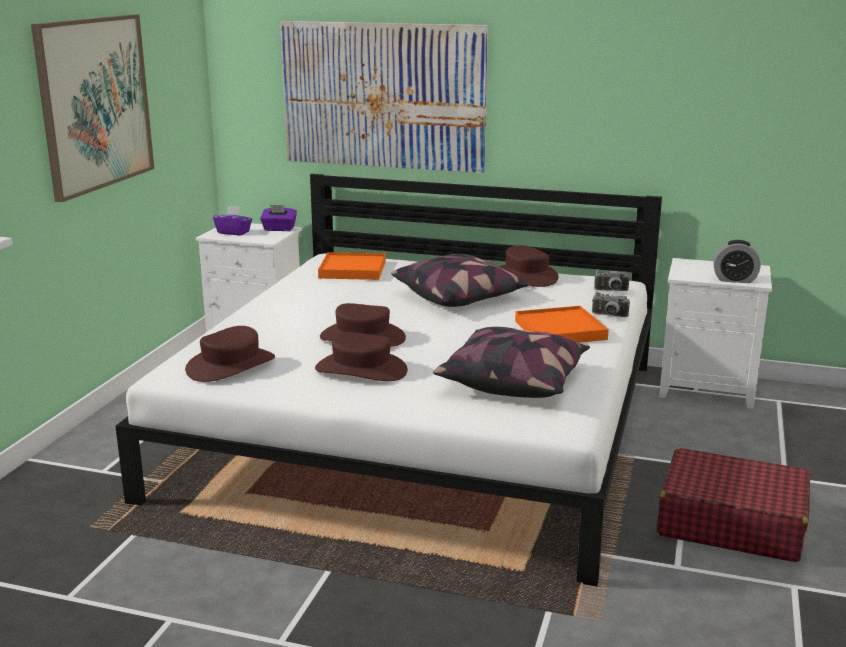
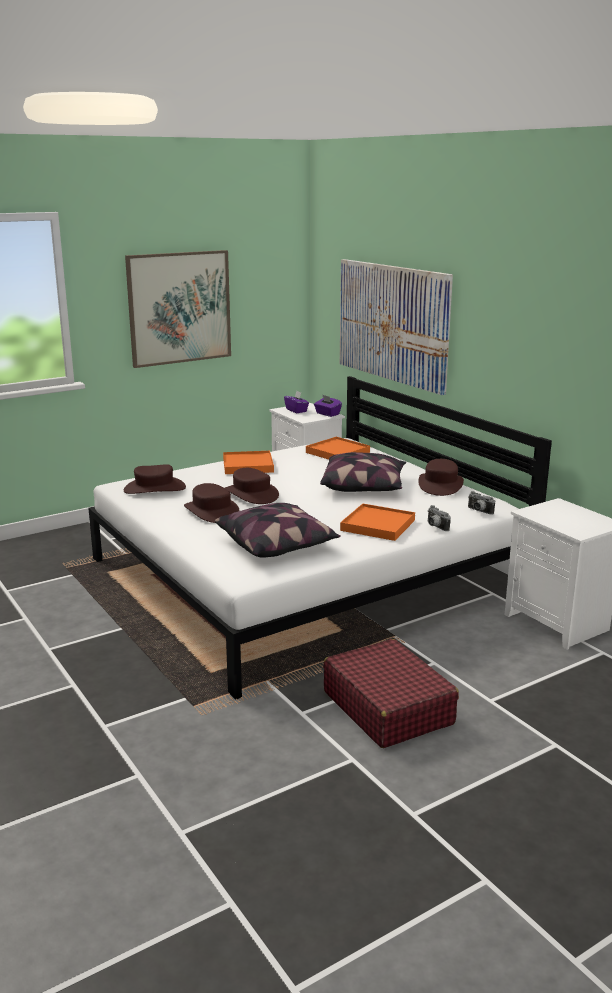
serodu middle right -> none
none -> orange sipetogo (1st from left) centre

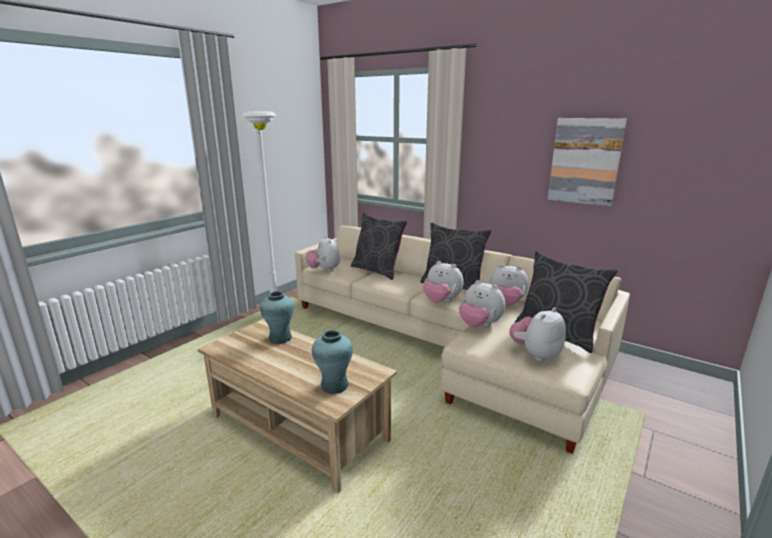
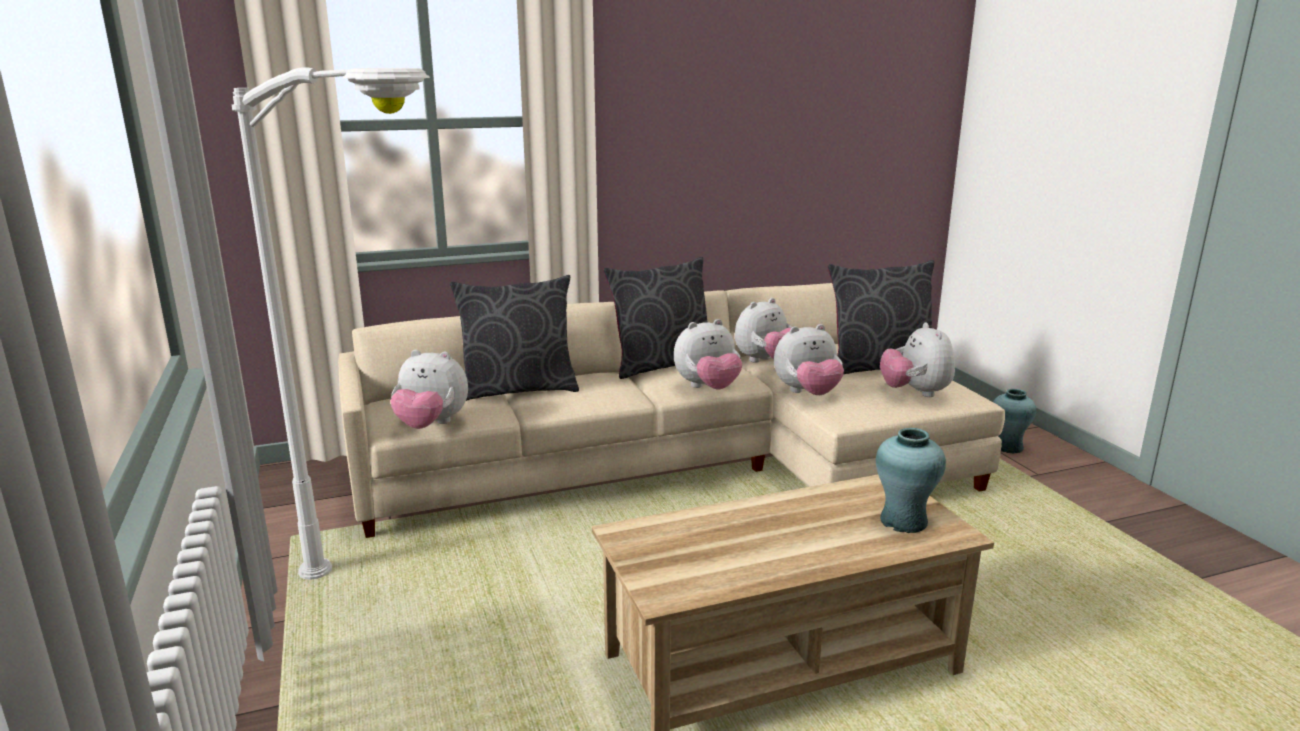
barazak top right -> none
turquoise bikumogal (1st from left in the first image) centre -> turquoise bikumogal (2nd from left) middle right, moved

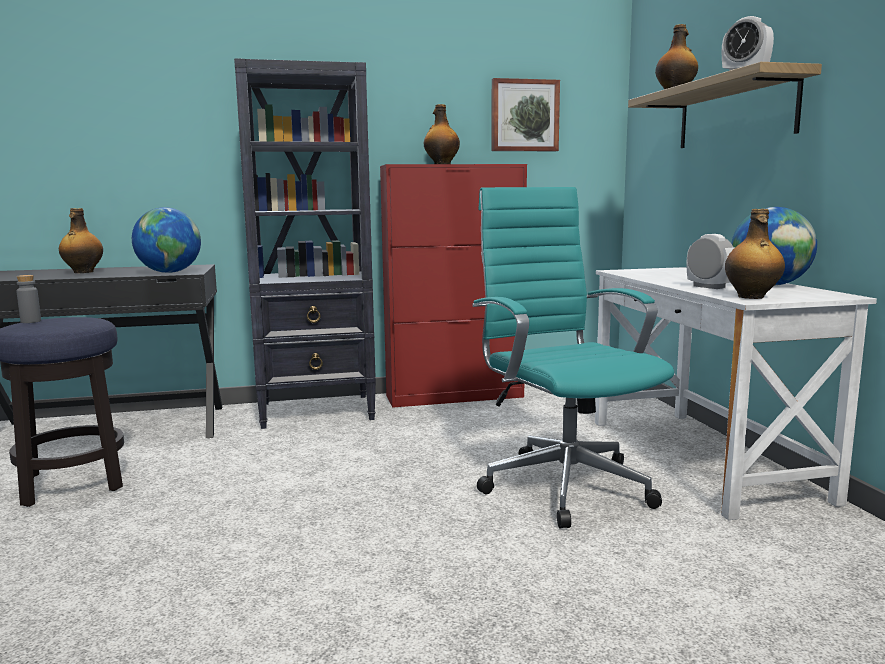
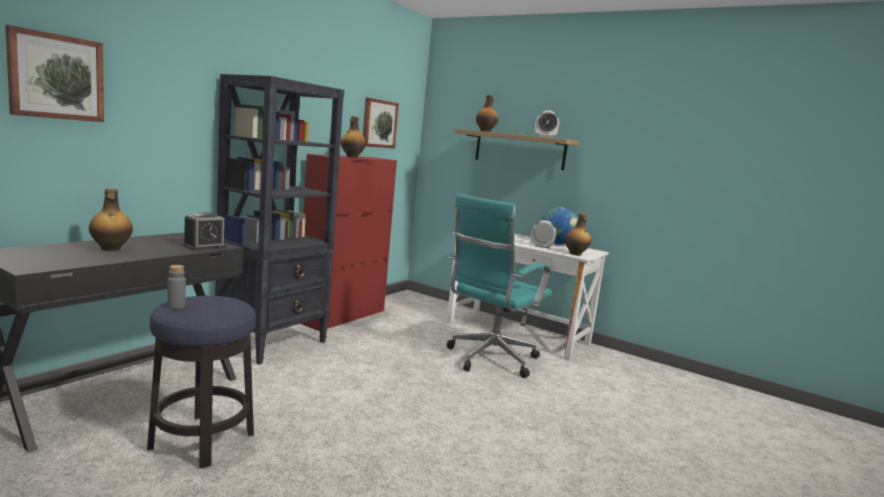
none -> barazak (1st from left) top left
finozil (1st from left) middle left -> serodu (1st from left) middle left
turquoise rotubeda centre, 75 degrees counterclockwise

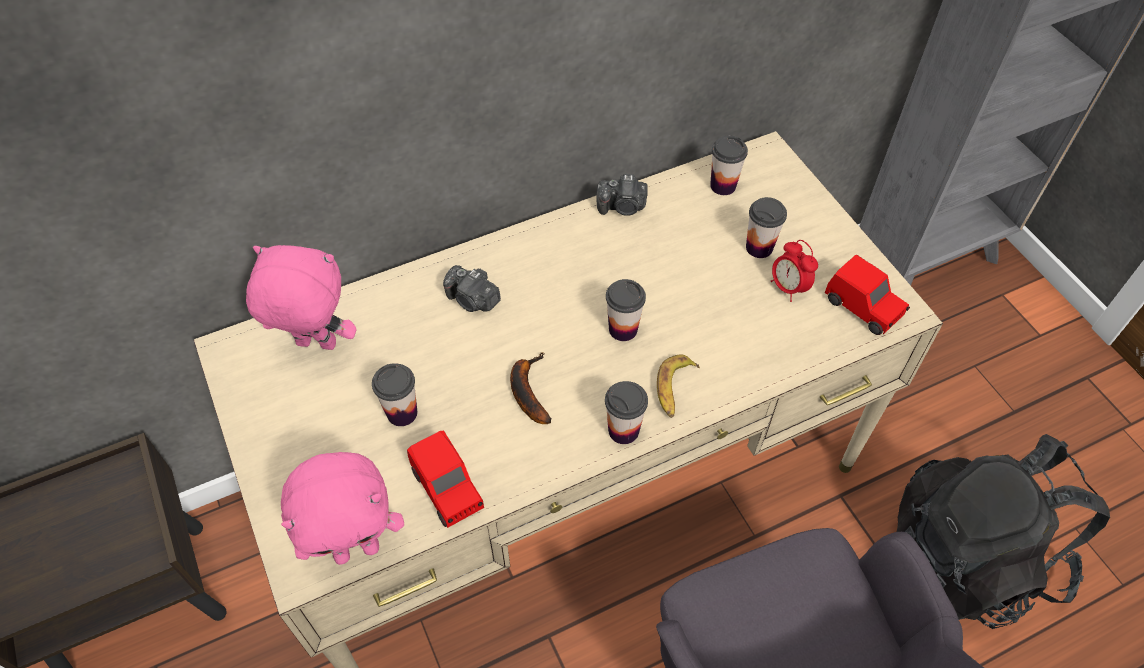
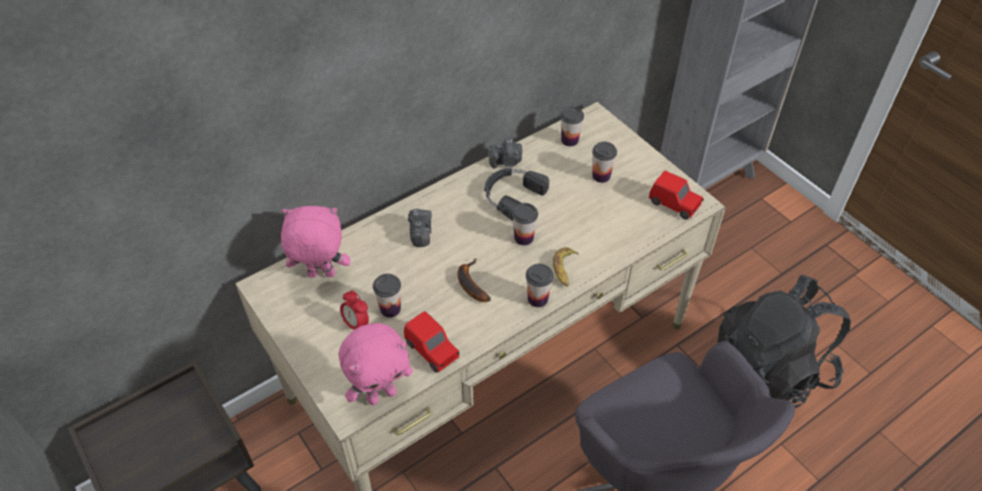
none -> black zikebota centre
serodu middle right -> serodu centre, moved
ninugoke (1st from left) centre, 120 degrees counterclockwise

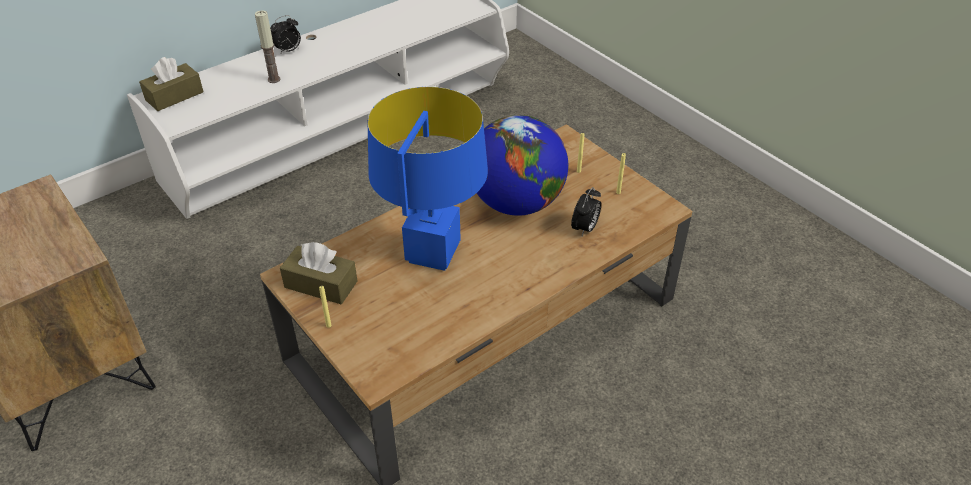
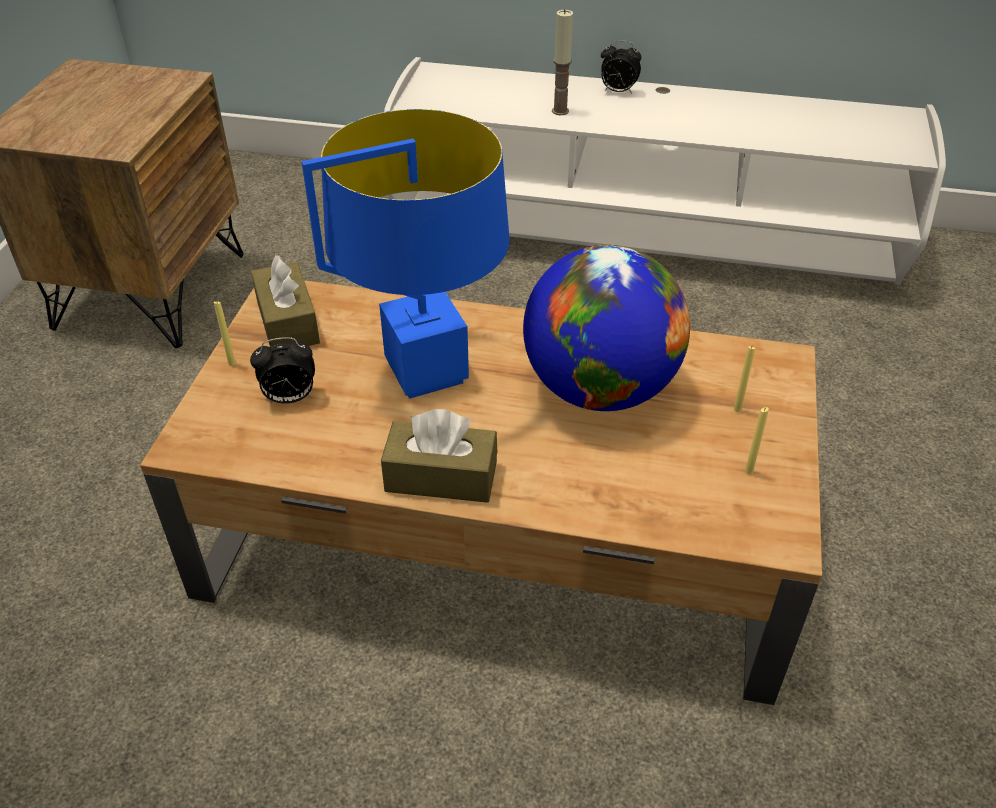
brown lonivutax (1st from left in the first image) top left -> brown lonivutax (2nd from left) centre, moved
serodu (2nd from left in the first image) centre -> serodu (1st from left) middle left, moved

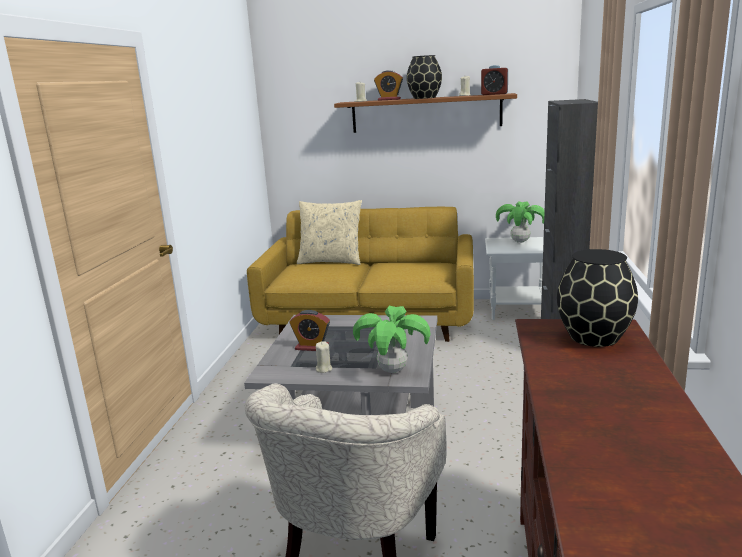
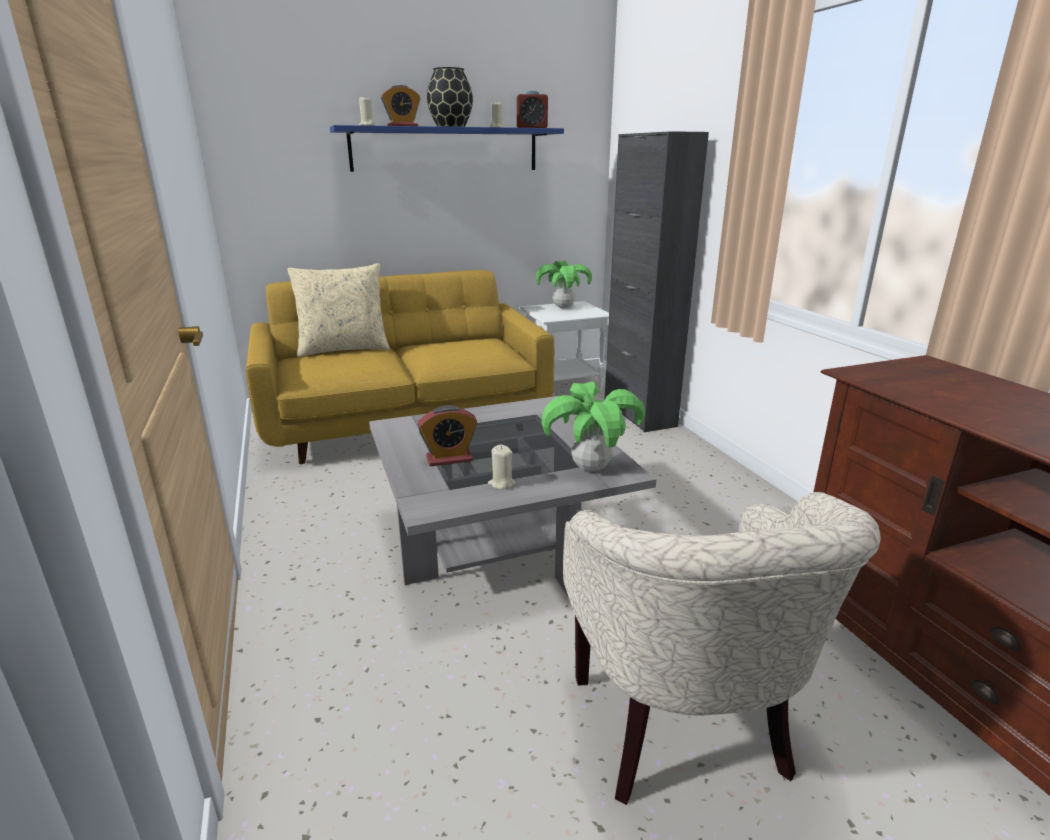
black bikumogal (2nd from left) middle right -> none
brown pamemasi top centre -> blue pamemasi top centre

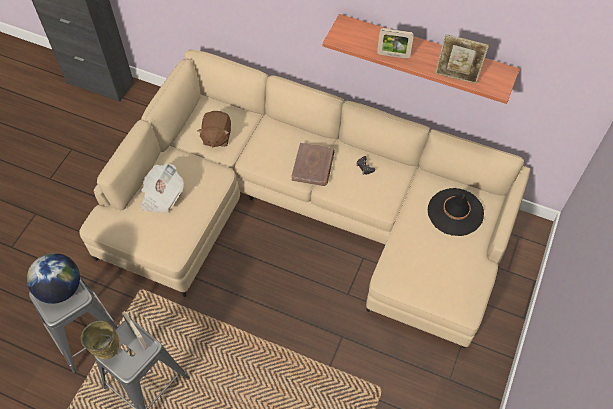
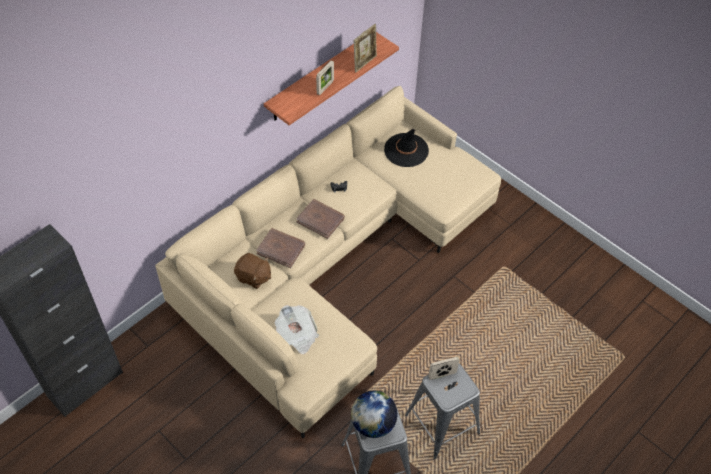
beige bikumogal bottom left -> none
none -> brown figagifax (1st from left) centre

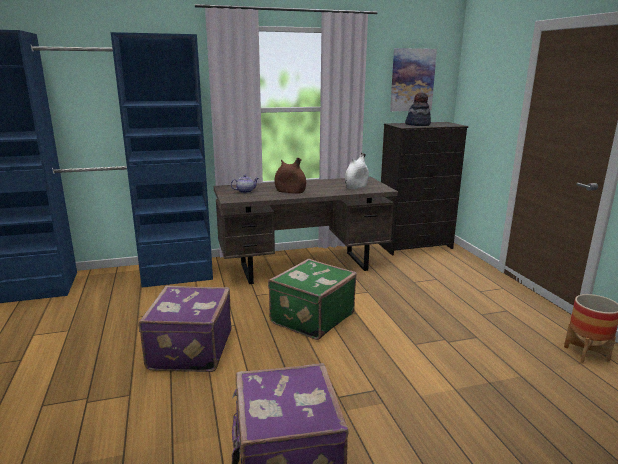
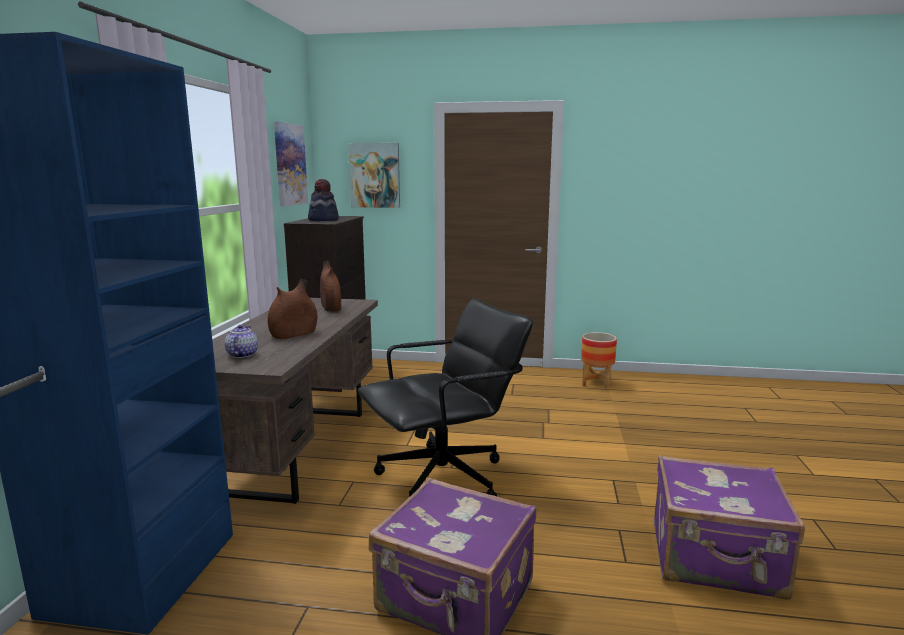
none -> barazak (2nd from left) top centre
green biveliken centre -> black rotubeda centre
white bikumogal centre -> brown bikumogal (2nd from left) centre

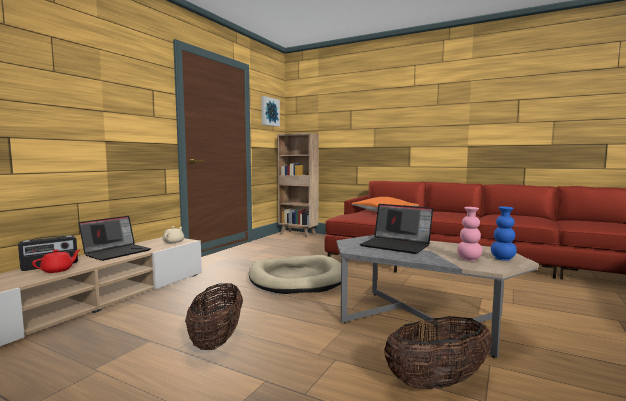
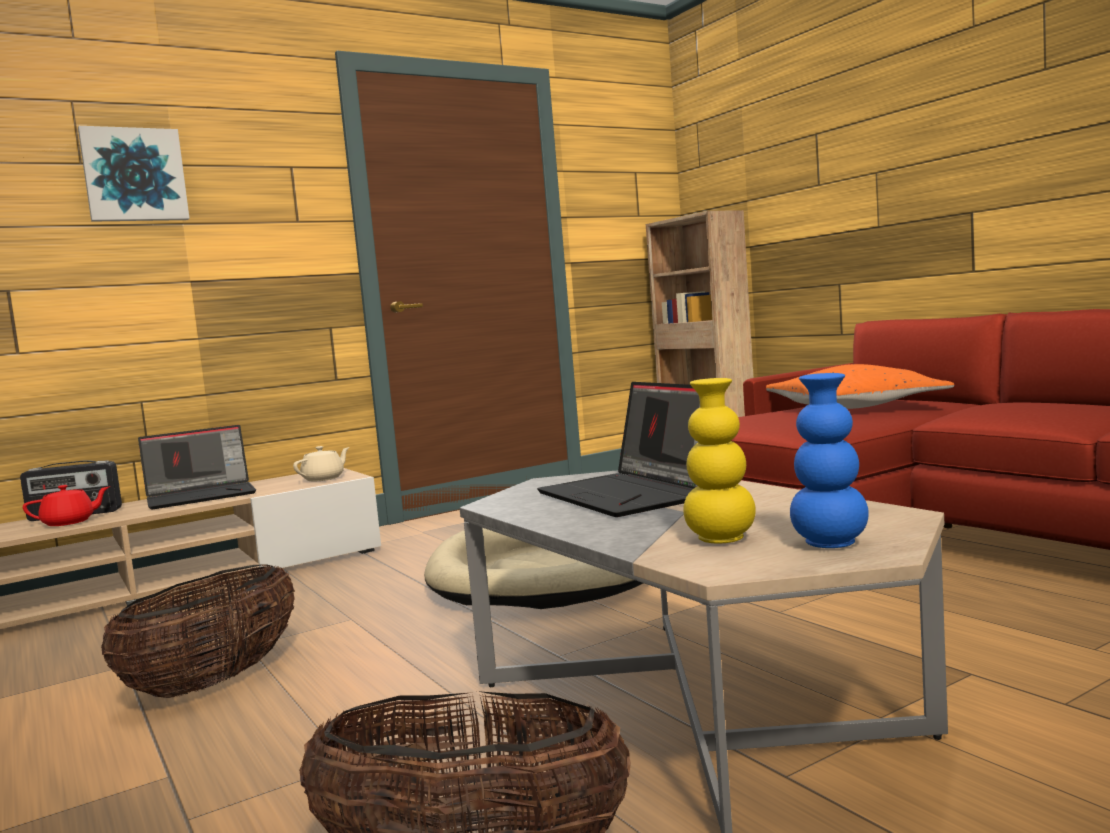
barazak top centre -> barazak top left, moved
pink bikumogal middle right -> yellow bikumogal centre

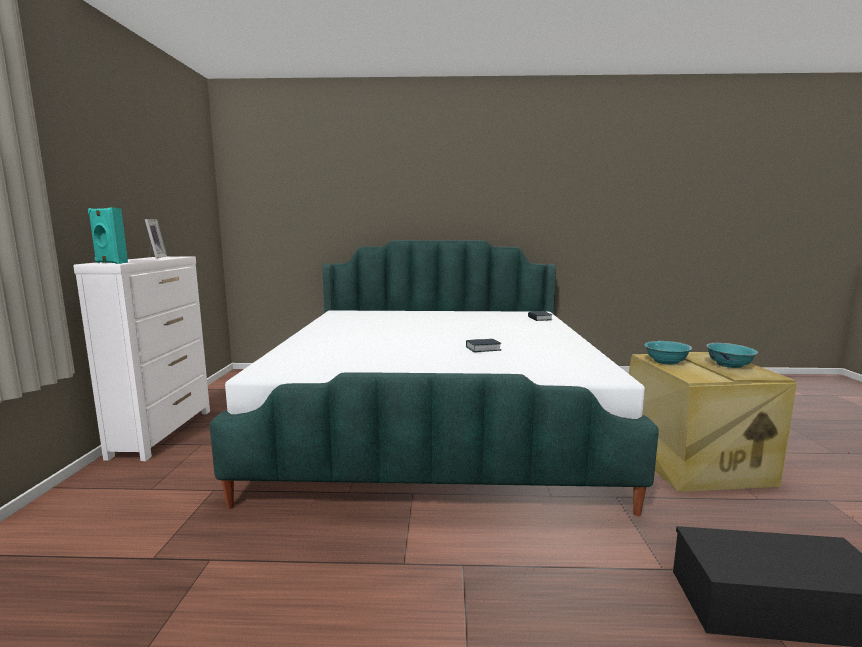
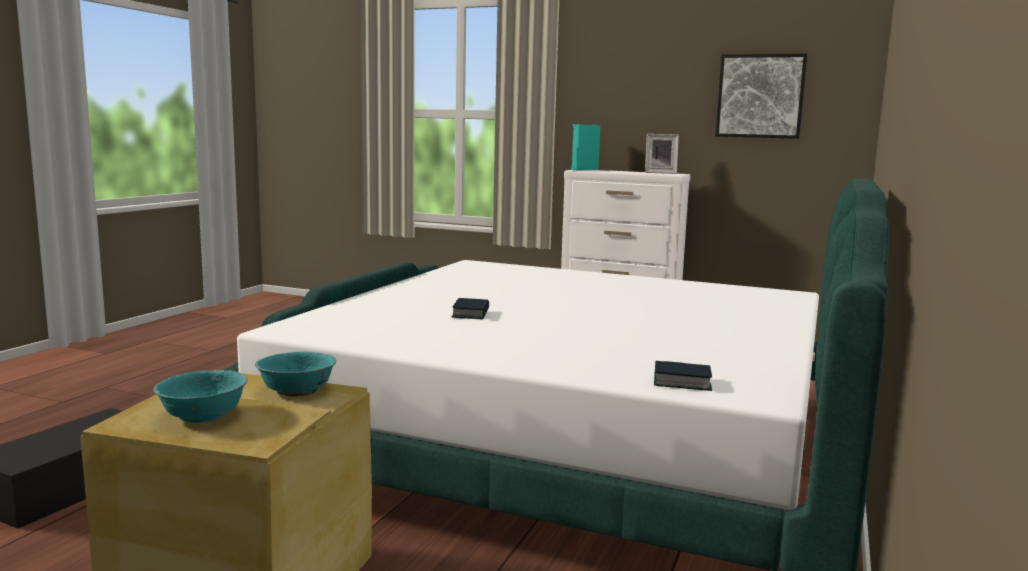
none -> barazak top right

